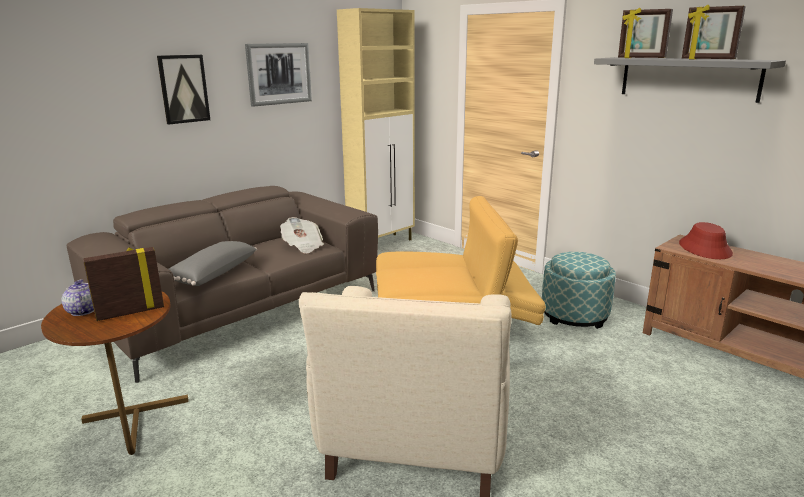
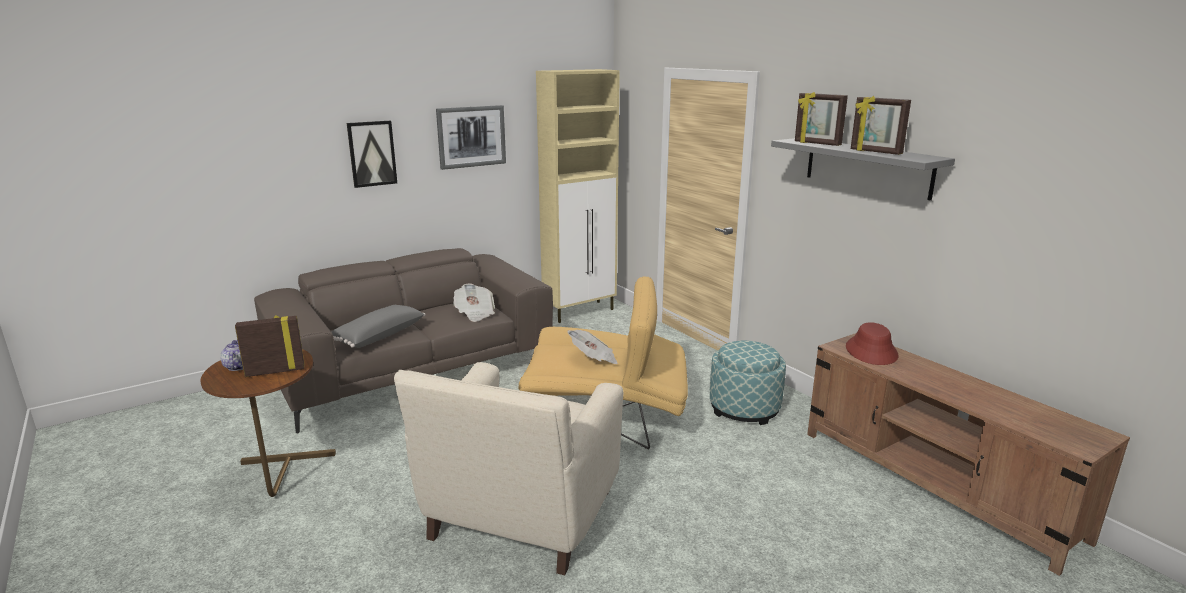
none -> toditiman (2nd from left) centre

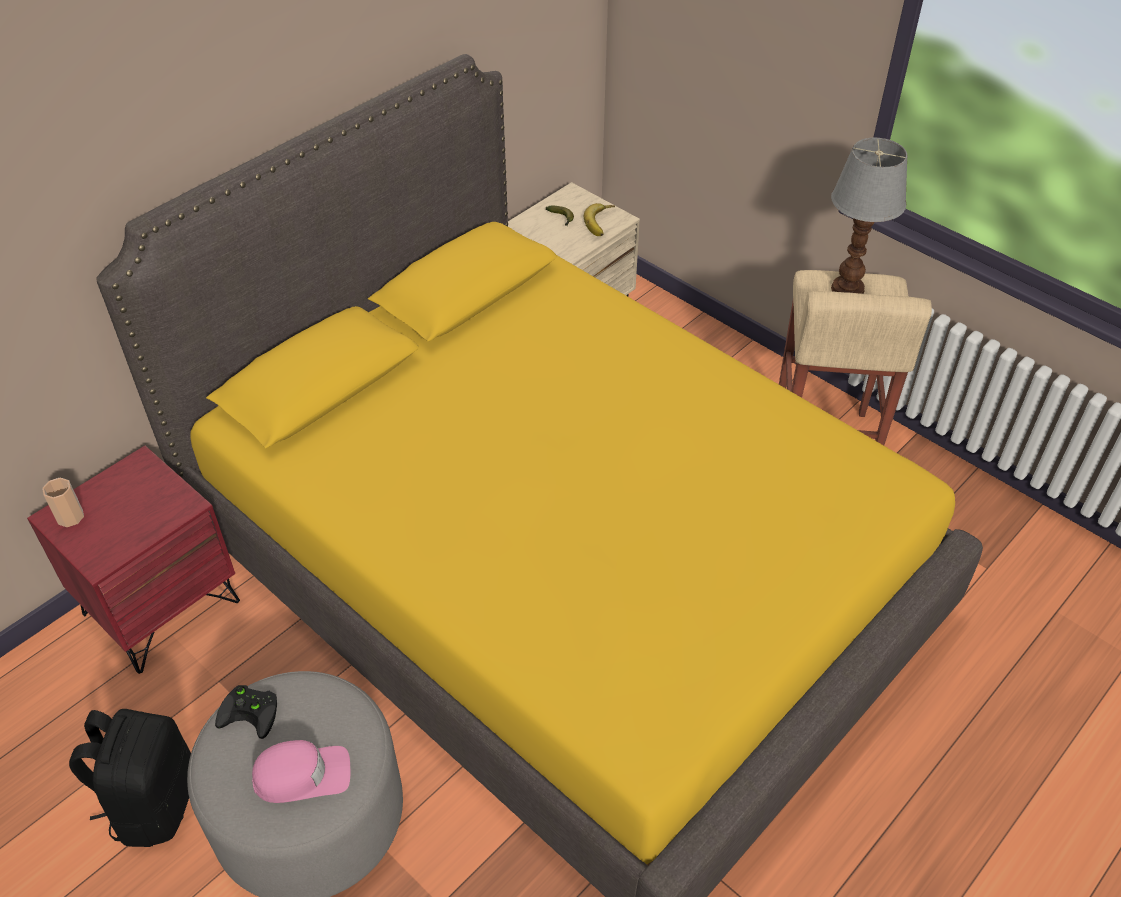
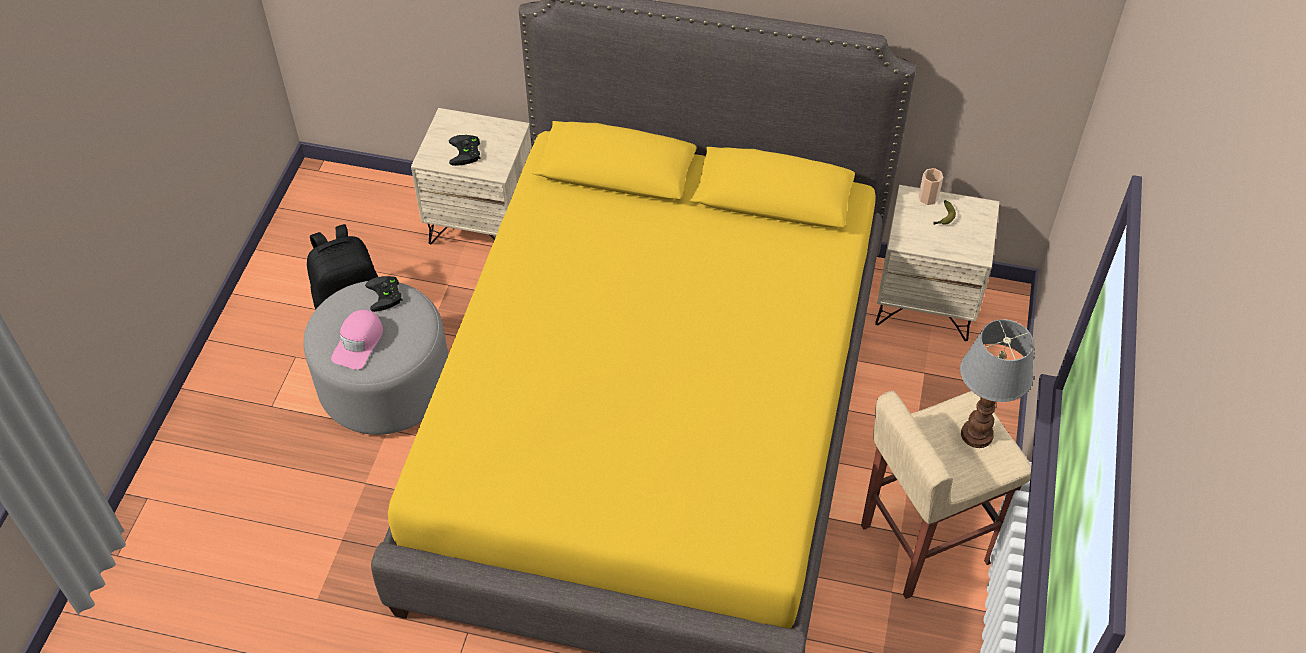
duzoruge (2nd from left) top centre -> none
none -> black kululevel (2nd from left) top centre
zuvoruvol middle left -> zuvoruvol top right, moved
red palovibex middle left -> beige palovibex (1st from left) top centre
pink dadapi bottom left -> pink dadapi middle left, 60 degrees clockwise

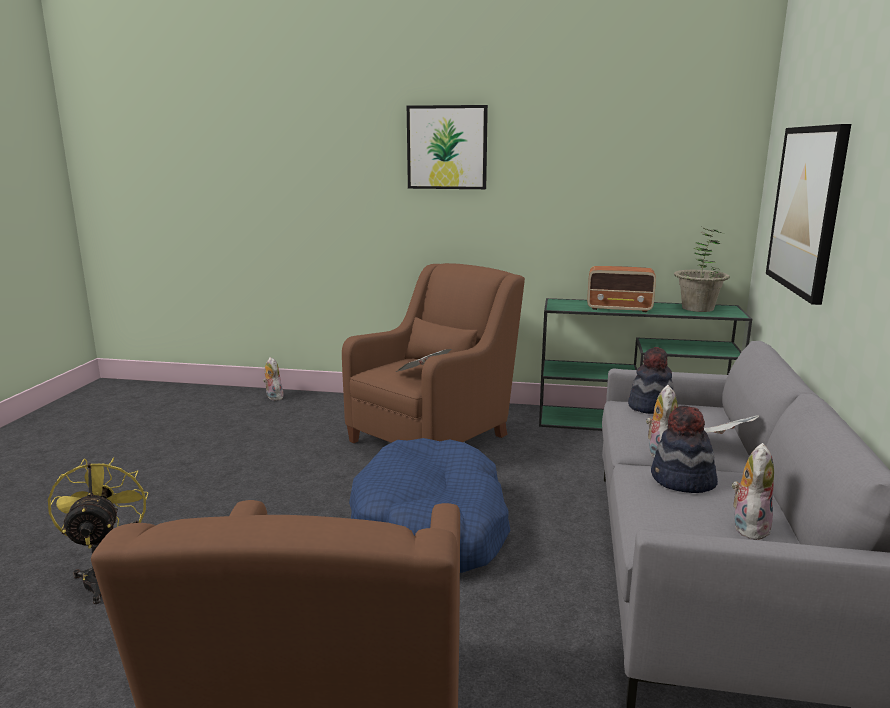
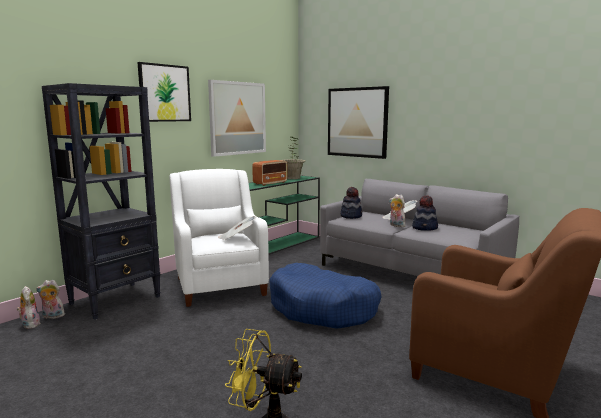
none -> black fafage middle left
none -> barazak (2nd from left) top centre
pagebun (3rd from left in the first image) bottom right -> pagebun (1st from left) bottom left, moved
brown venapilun (2nd from left) centre -> white venapilun centre

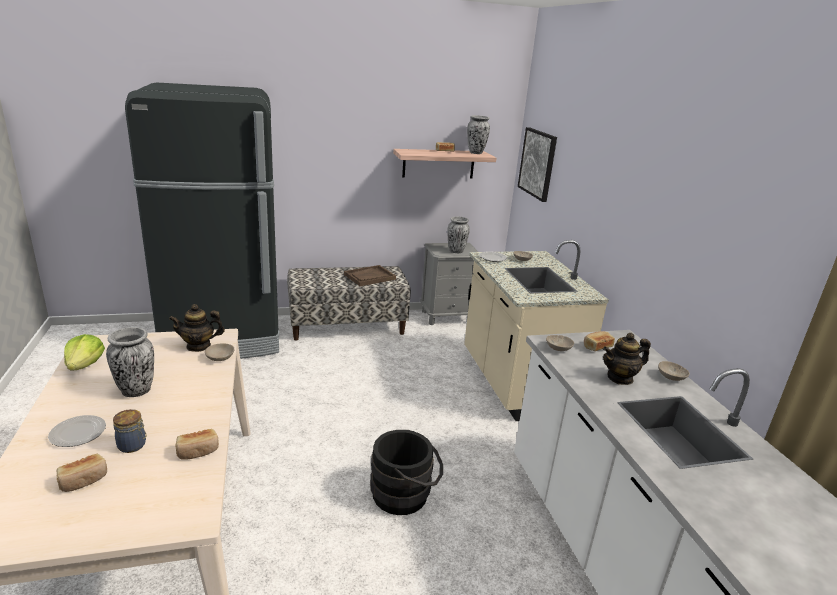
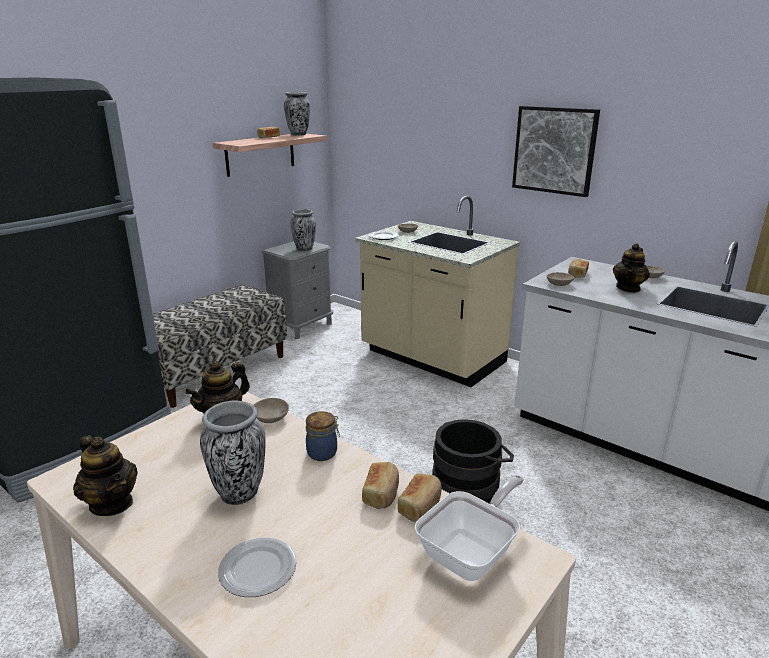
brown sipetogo centre -> none
none -> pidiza bottom centre
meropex (1st from left in the first image) bottom left -> meropex (2nd from left) bottom centre, moved
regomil bottom left -> regomil centre, moved
barazak top centre -> barazak top right, moved
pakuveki middle left -> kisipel (1st from left) bottom left

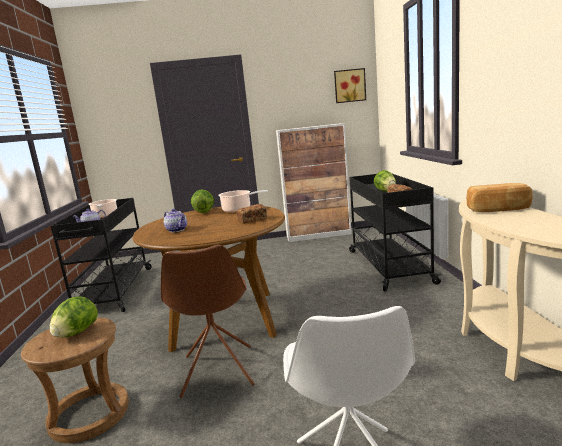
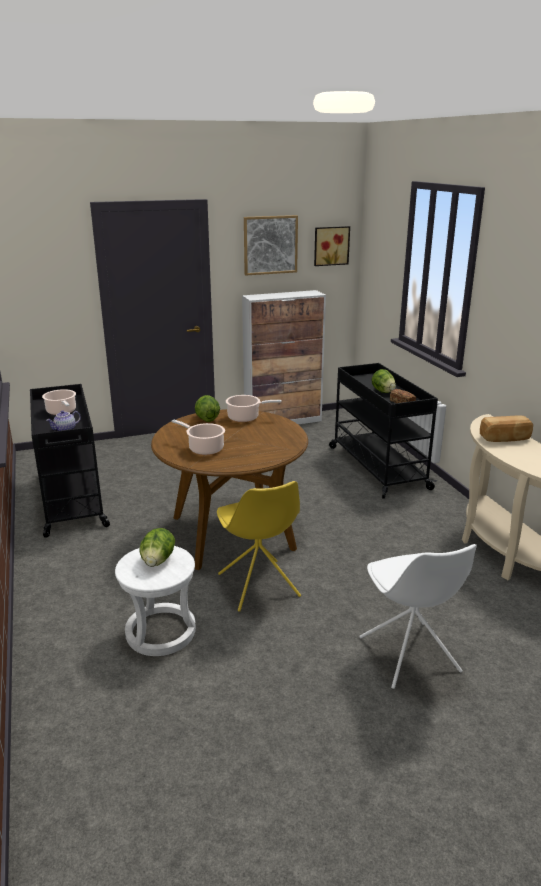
meropex (1st from left) centre -> none
none -> barazak (1st from left) top centre
kisipel (2nd from left) middle left -> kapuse (2nd from left) centre
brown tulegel bottom left -> white tulegel bottom left
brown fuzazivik bottom centre -> yellow fuzazivik centre

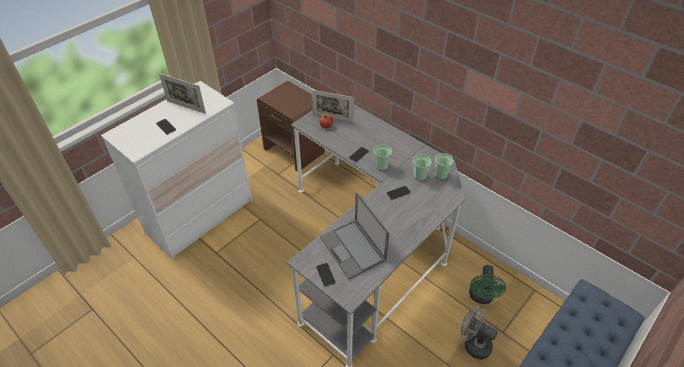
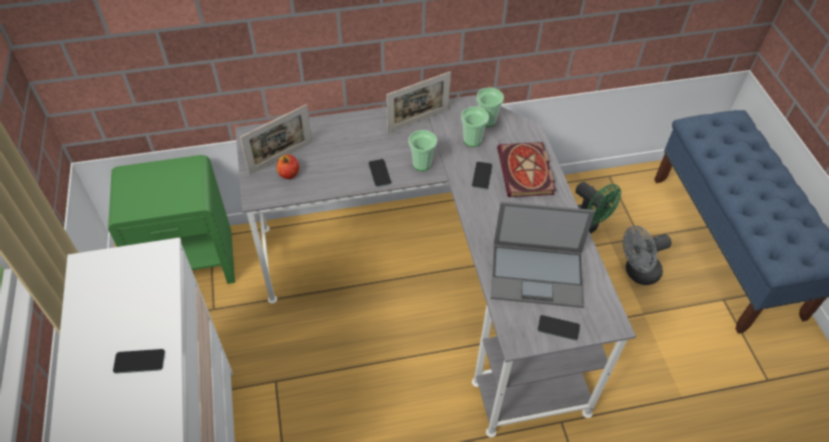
none -> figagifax centre
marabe (1st from left in the first image) top left -> marabe (2nd from left) top centre, moved
brown palovibex centre -> green palovibex middle left

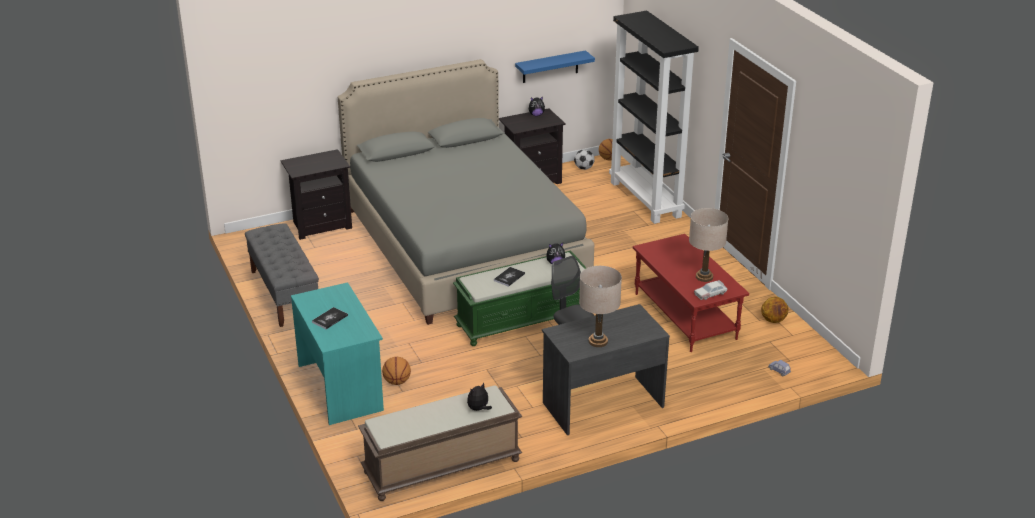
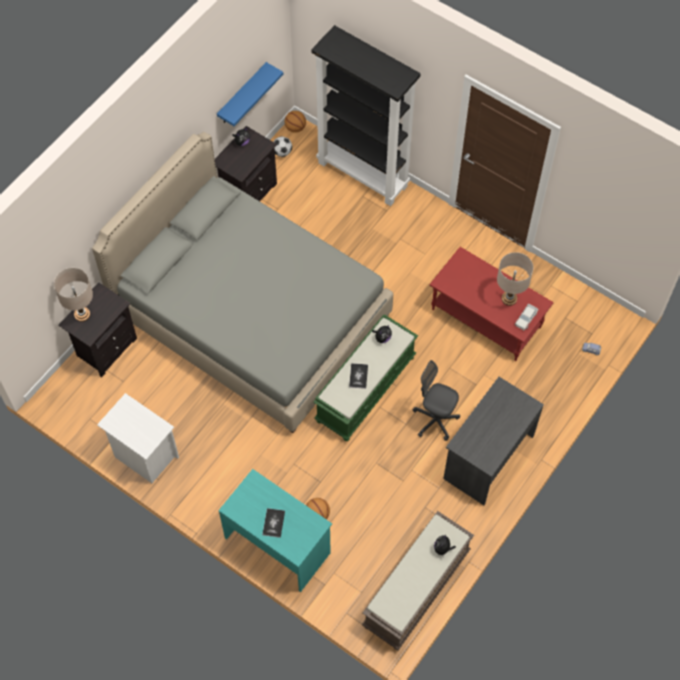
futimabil (3rd from left) middle right -> none
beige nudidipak (1st from left) centre -> beige nudidipak (1st from left) middle left, moved
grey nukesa middle left -> white palovibex middle left

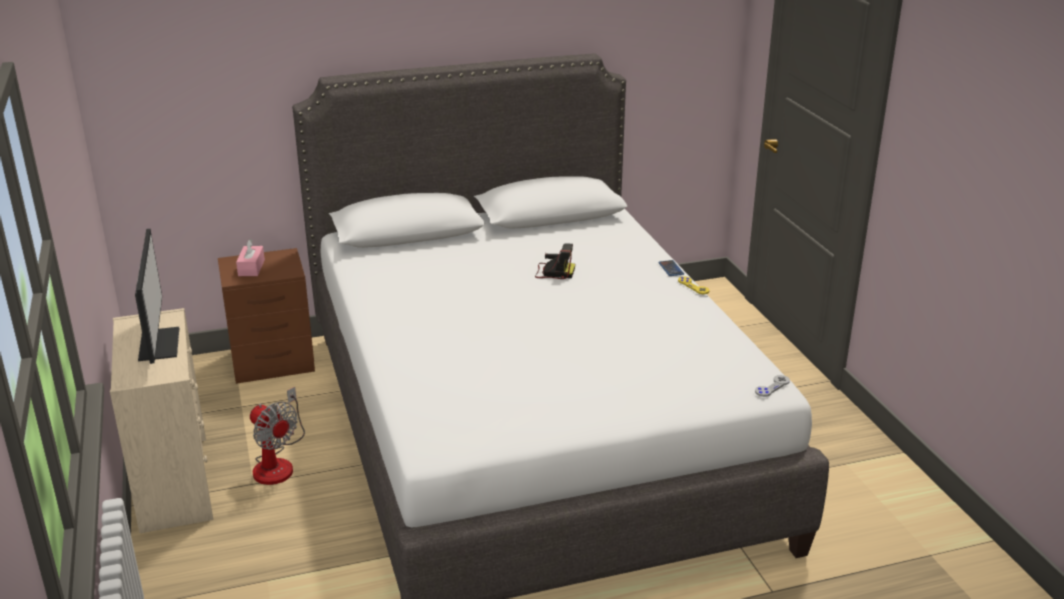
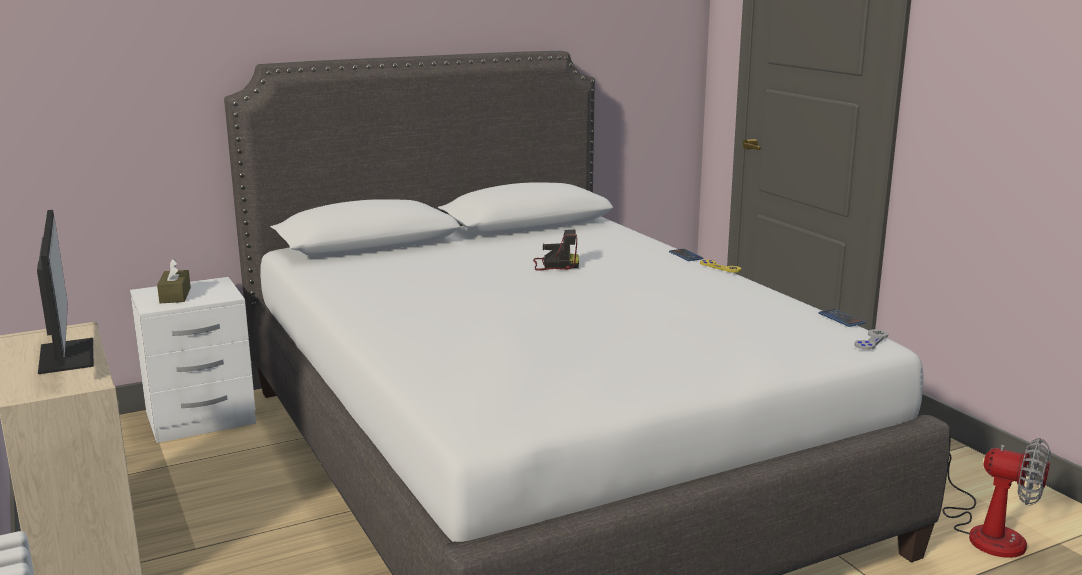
none -> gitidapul (2nd from left) middle right
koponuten bottom left -> koponuten bottom right, moved
brown palovibex middle left -> white palovibex middle left
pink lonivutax middle left -> brown lonivutax middle left

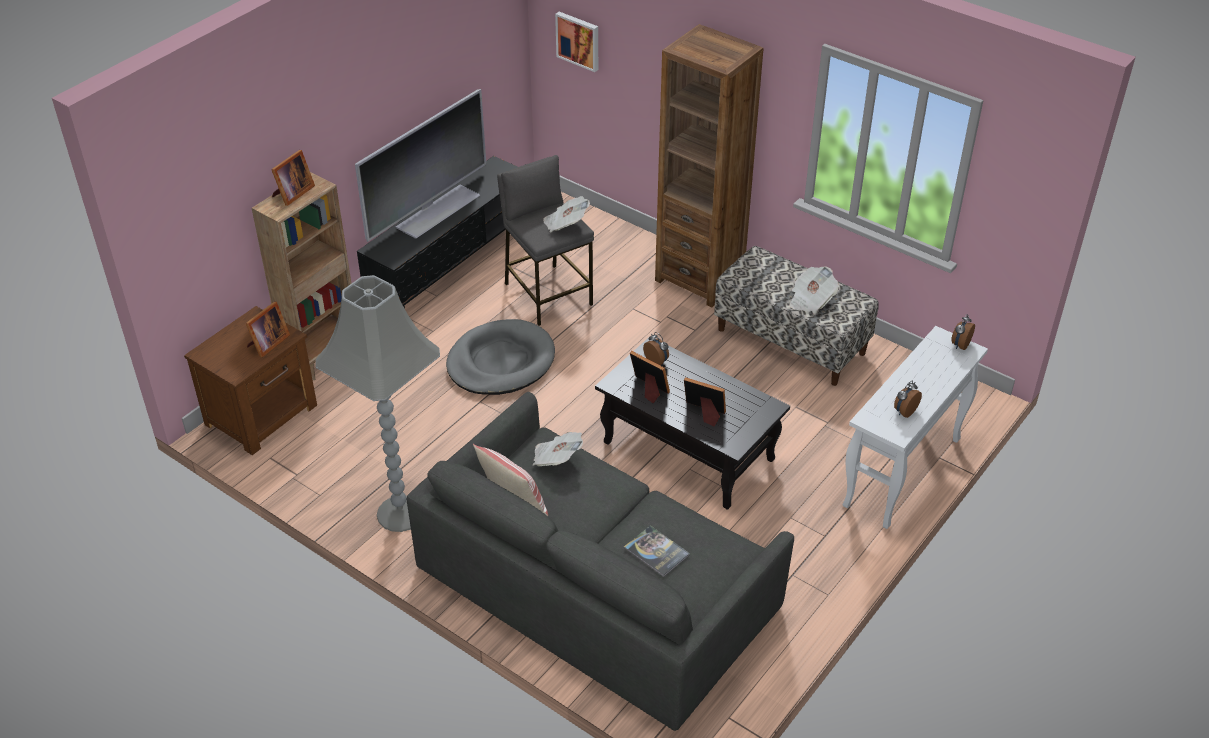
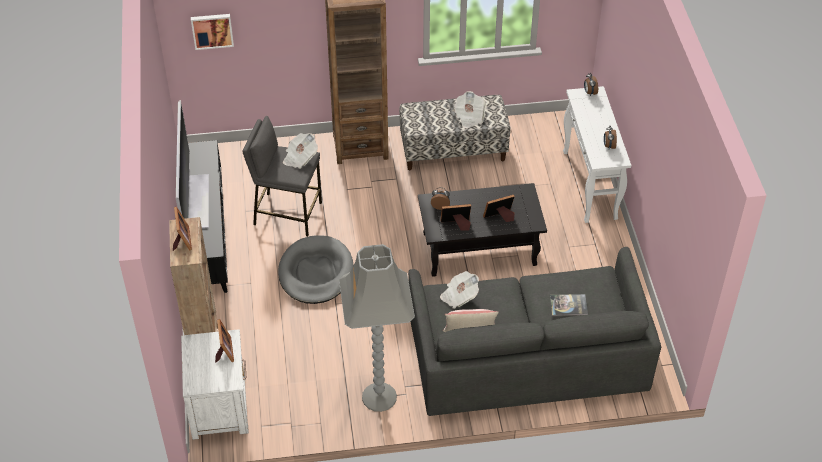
brown palovibex middle left -> white palovibex bottom left

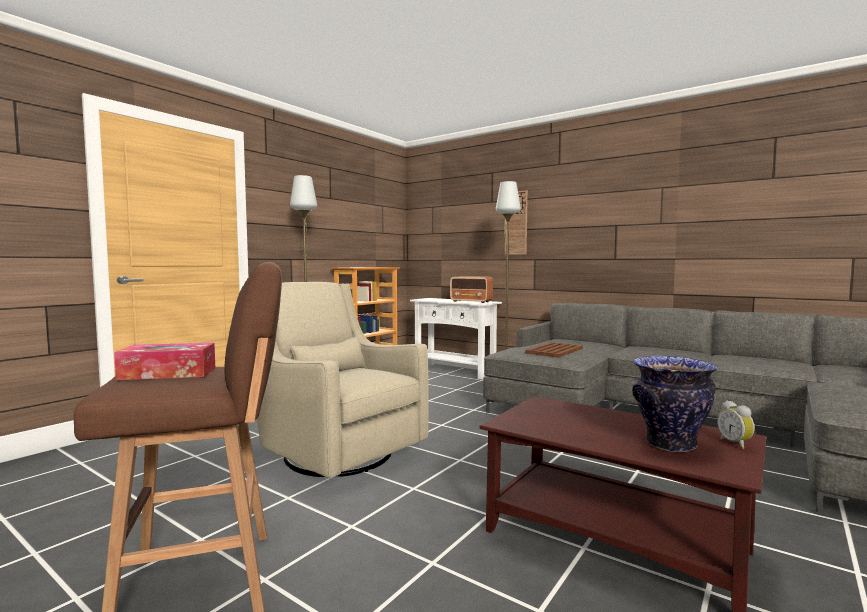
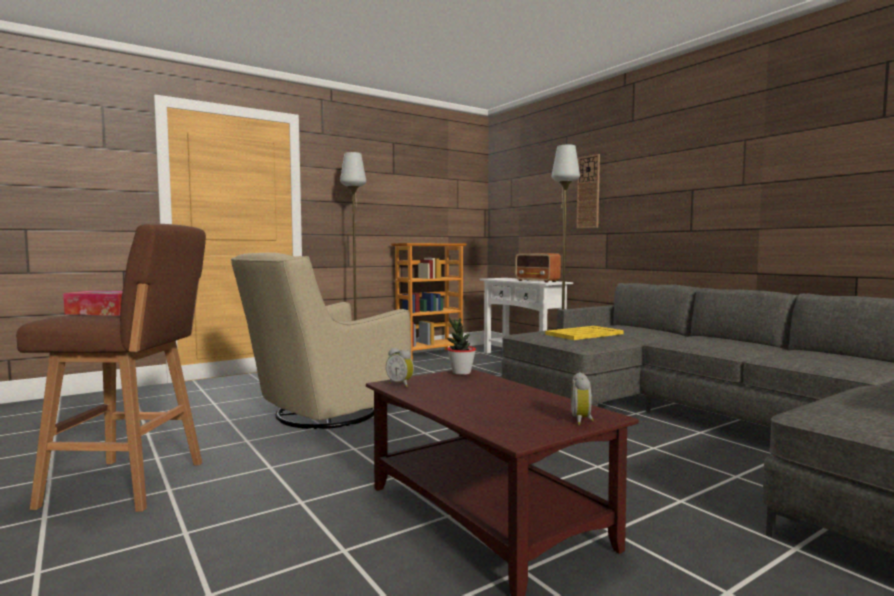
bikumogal middle right -> none
none -> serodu (1st from left) centre
none -> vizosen centre
brown sipetogo centre -> yellow sipetogo centre
beige venapilun centre, 105 degrees counterclockwise

